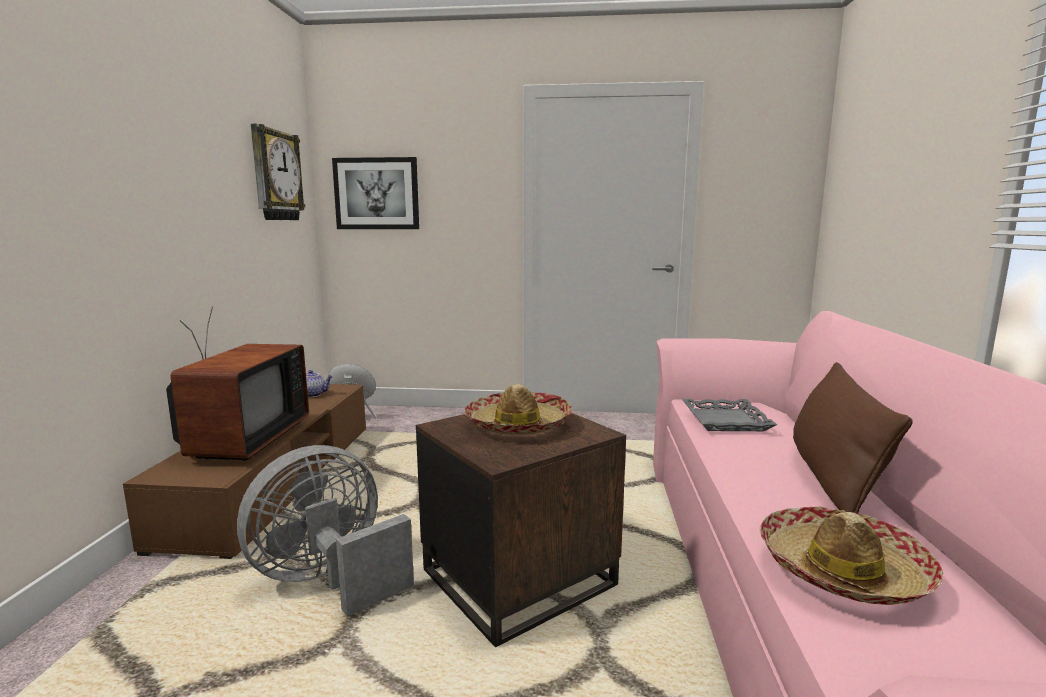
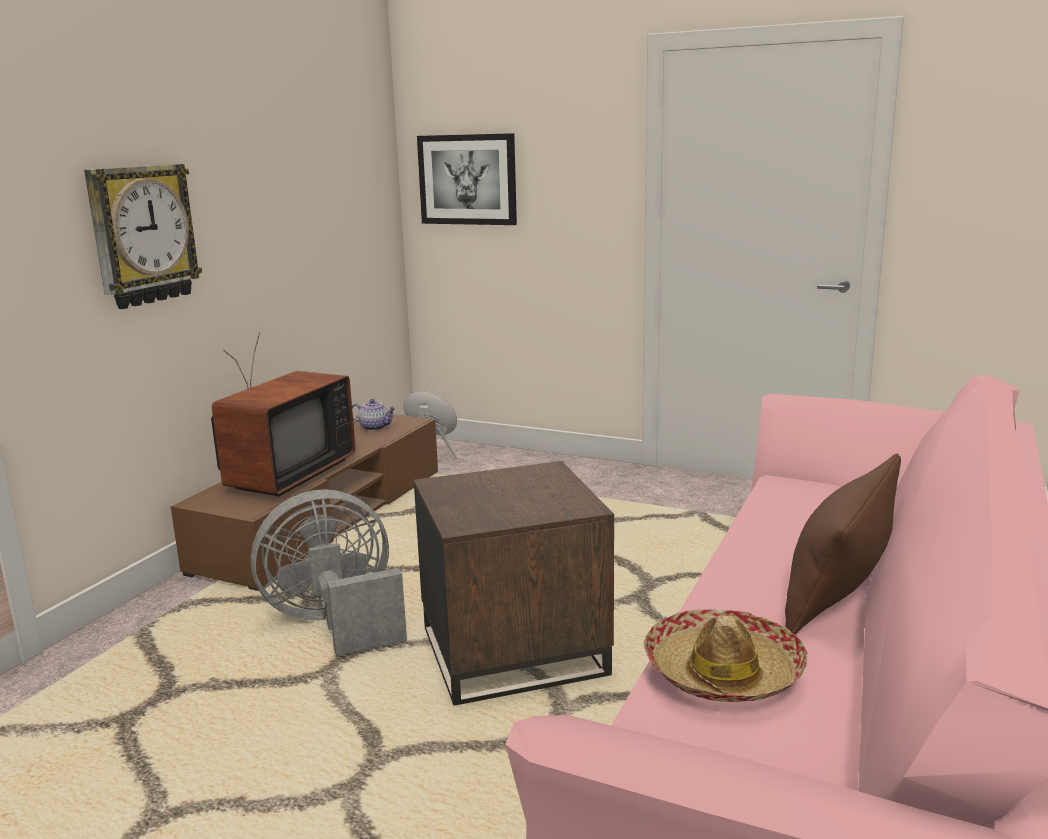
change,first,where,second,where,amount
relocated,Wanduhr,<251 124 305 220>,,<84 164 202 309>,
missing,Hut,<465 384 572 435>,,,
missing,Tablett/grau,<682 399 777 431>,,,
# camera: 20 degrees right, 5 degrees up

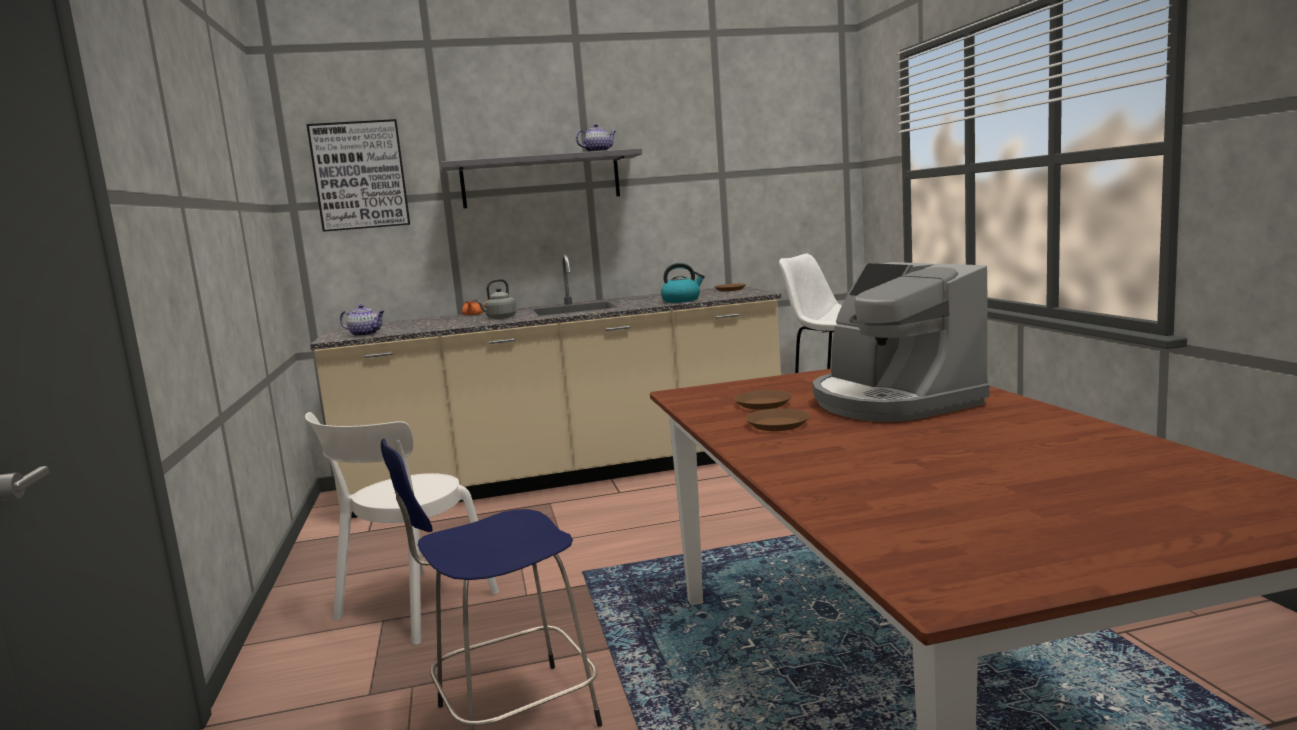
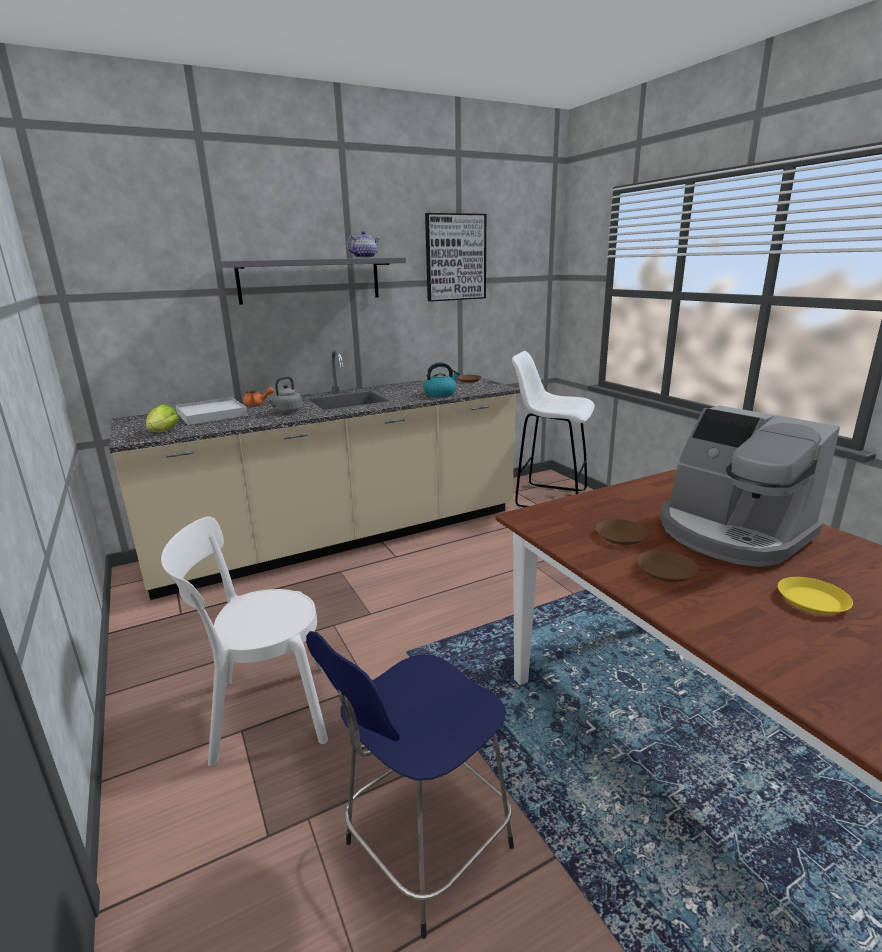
change,first,where,second,where,amount
relocated,Bild,<306 119 410 232>,,<425 213 486 302>,
exchanged,Teekanne,<340 304 385 336>,Salatkopf,<146 404 179 432>,
spun,Stuhl/weiß,<305 412 499 645>,,<161 516 328 766>,60 degrees clockwise
appeared,,,Tablett/weiß,<176 397 248 425>,
appeared,,,Teller/gelb,<778 577 853 615>,
# camera: 15 degrees left, 10 degrees up

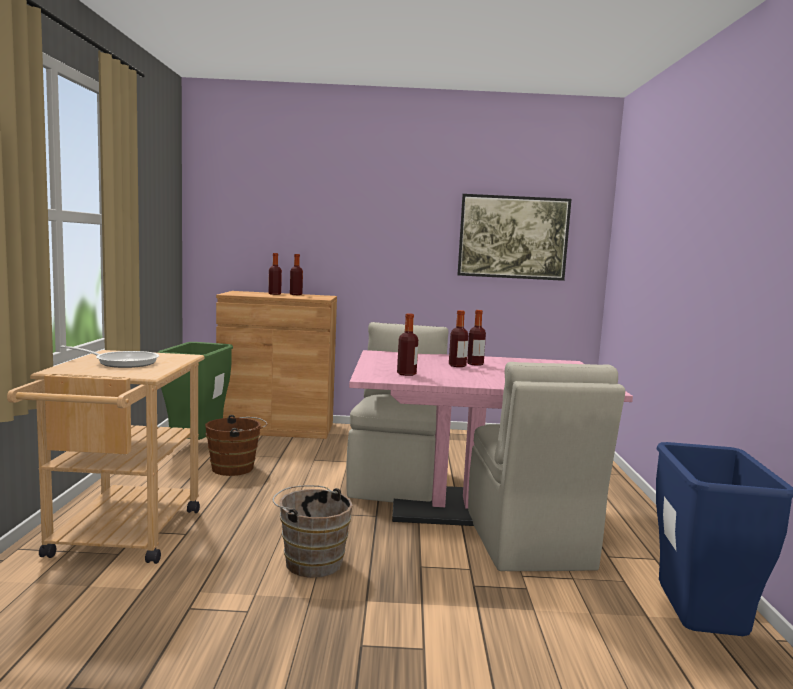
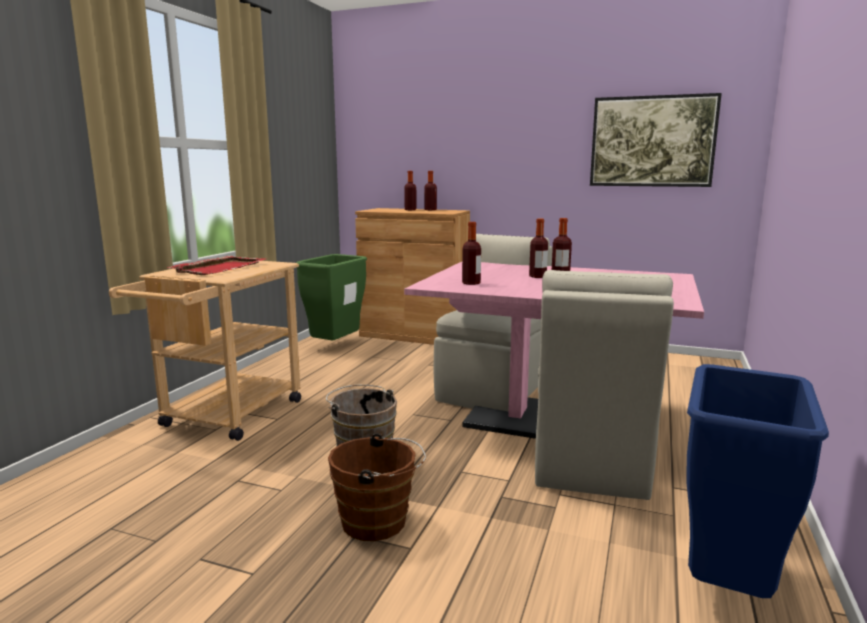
change,first,where,second,where,amount
exchanged,Pfanne,<60 345 159 368>,Tablett/rot,<167 256 265 275>,
relocated,Eimer/braun,<205 415 267 476>,,<328 433 426 541>,
# camera: 20 degrees right, 5 degrees up

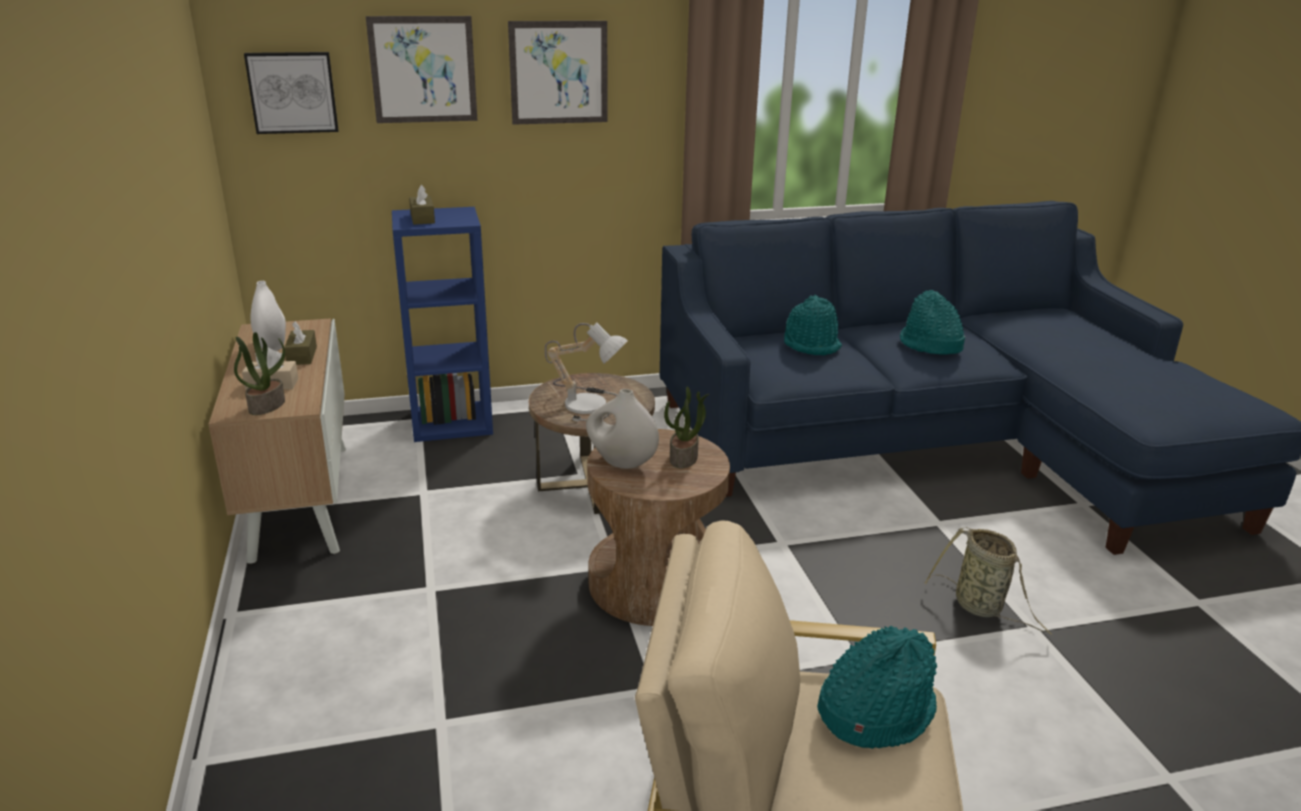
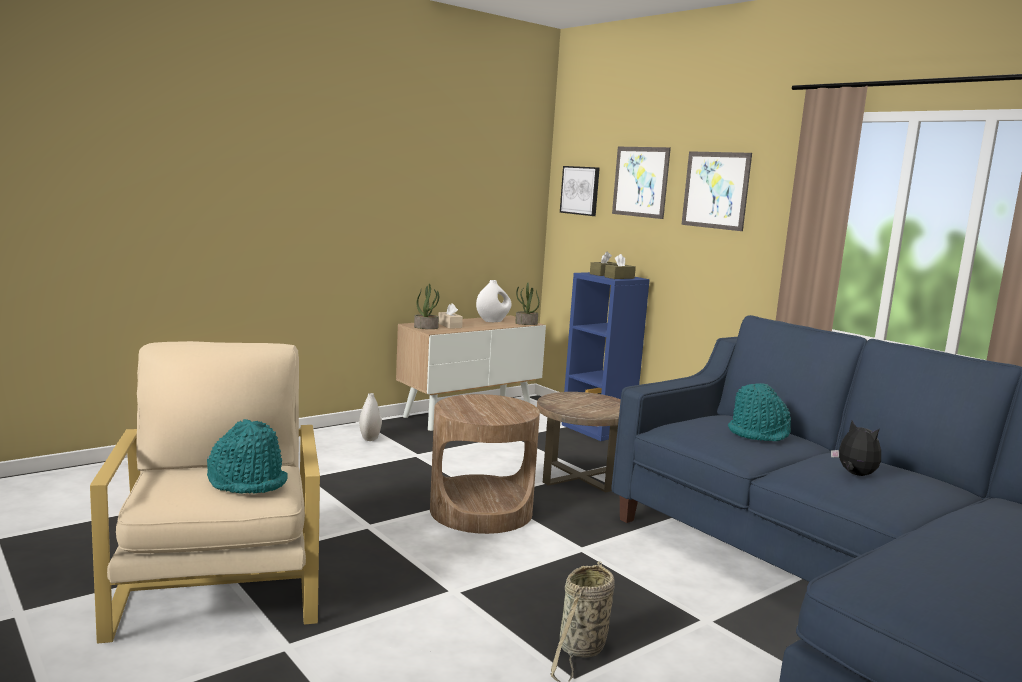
change,first,where,second,where,amount
exchanged,Hut/türkis,<900 290 965 355>,Plüschtier,<831 421 881 476>,
relocated,Taschentuchbox/braun,<284 321 317 365>,,<605 254 636 279>,
missing,Tischlampe,<545 323 628 422>,,,
relocated,Topfpflanze,<664 387 709 469>,,<515 283 540 325>,
relocated,Vase/weiß,<586 389 659 469>,,<359 393 382 441>,
# camera: 65 degrees right, 15 degrees down

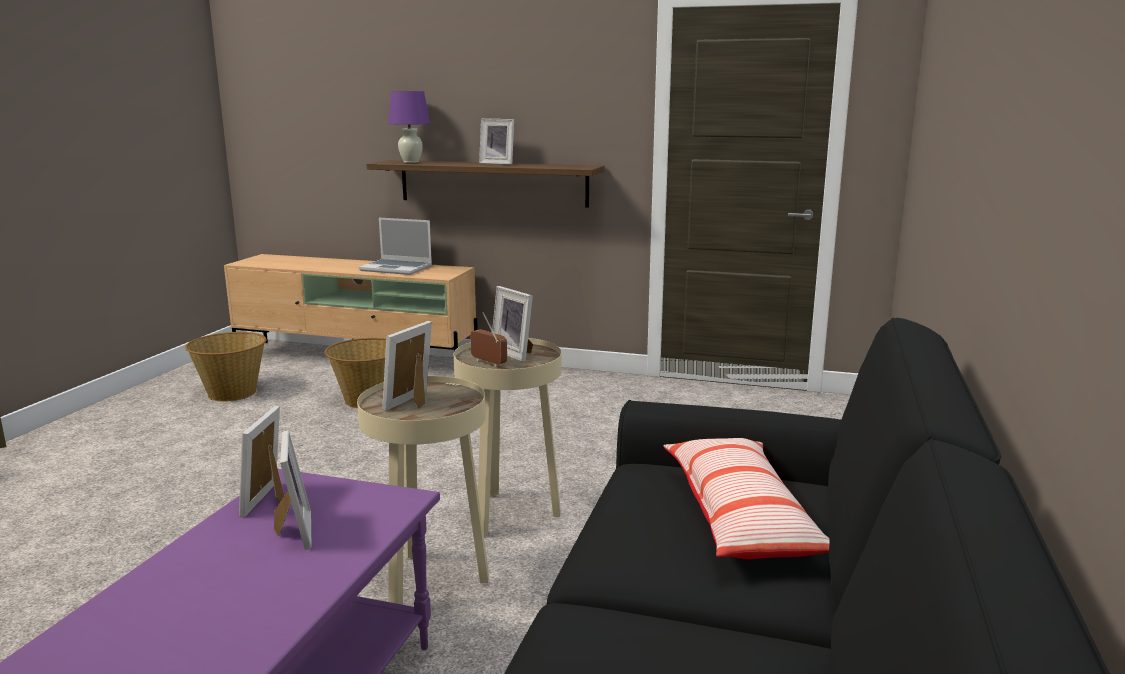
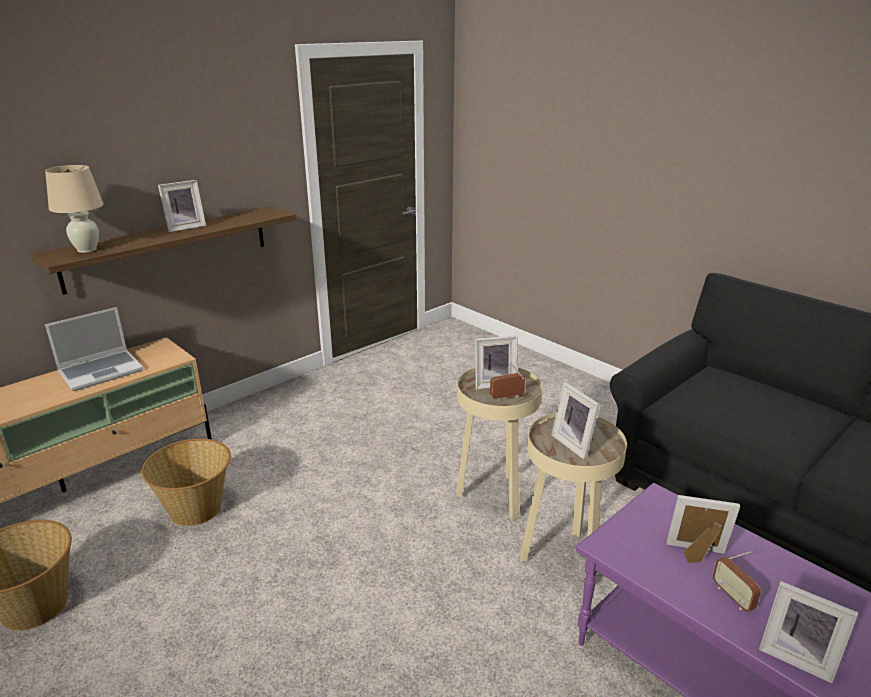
change,first,where,second,where,amount
colour,Tischlampe/lila,<388 91 430 163>,Tischlampe/beige,<45 165 104 253>,
relocated,Bilderrahmen,<239 406 284 517>,,<759 581 858 684>,
missing,Kissen,<663 438 830 559>,,,
appeared,,,Radio,<713 551 761 612>,
# camera: 60 degrees left, 10 degrees up

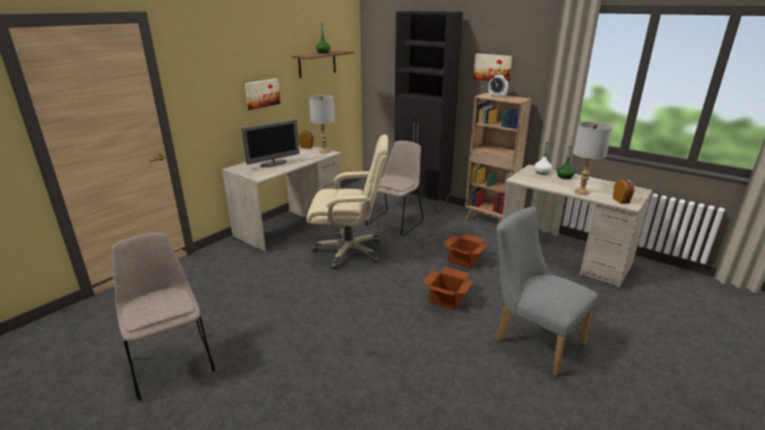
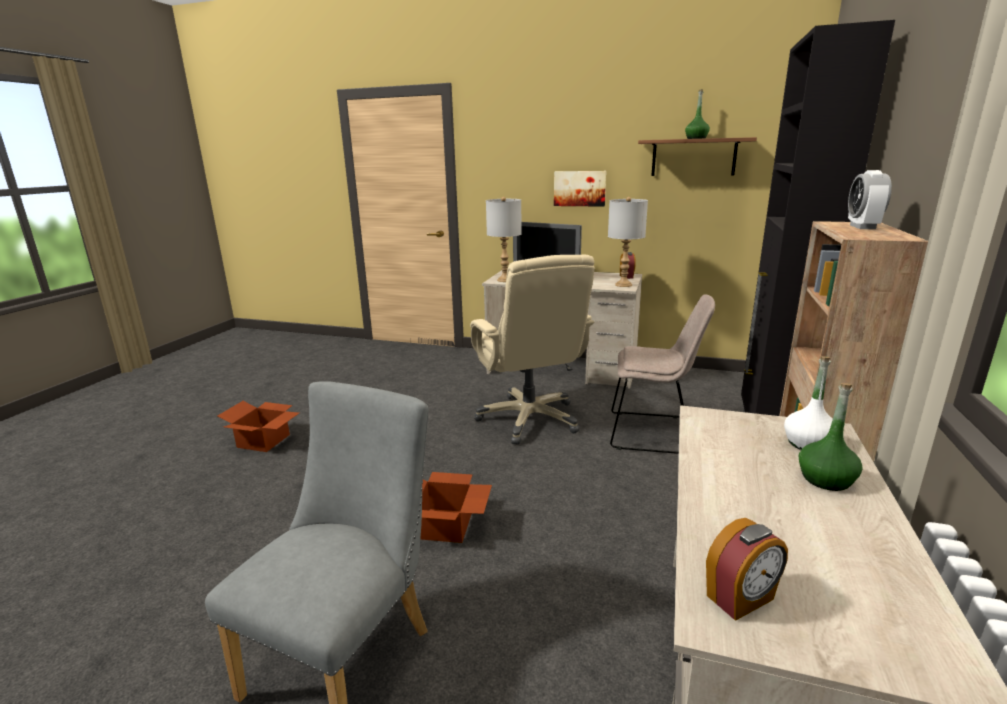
change,first,where,second,where,amount
missing,Bild,<473 53 512 83>,,,
relocated,Tischlampe/grau,<573 121 613 195>,,<486 197 522 282>,
missing,Stuhl/beige,<112 233 215 401>,,,
relocated,Karton,<443 233 488 269>,,<218 401 299 452>,
# camera: 70 degrees right, 5 degrees down

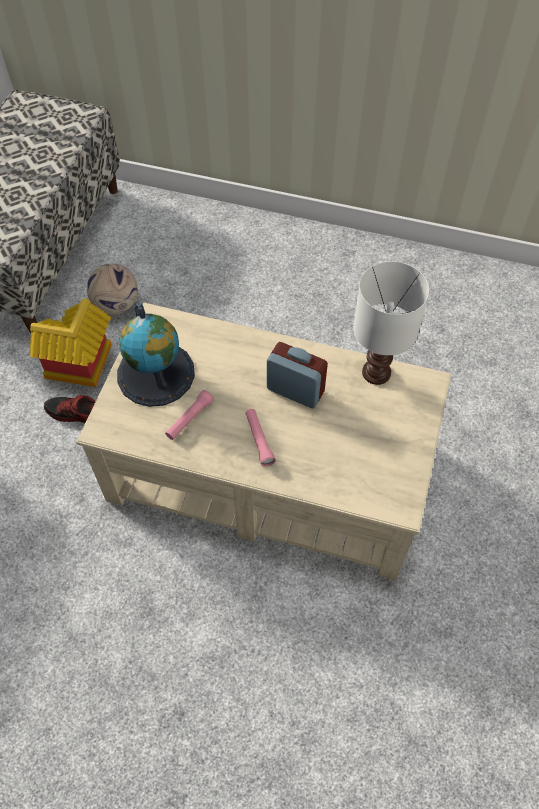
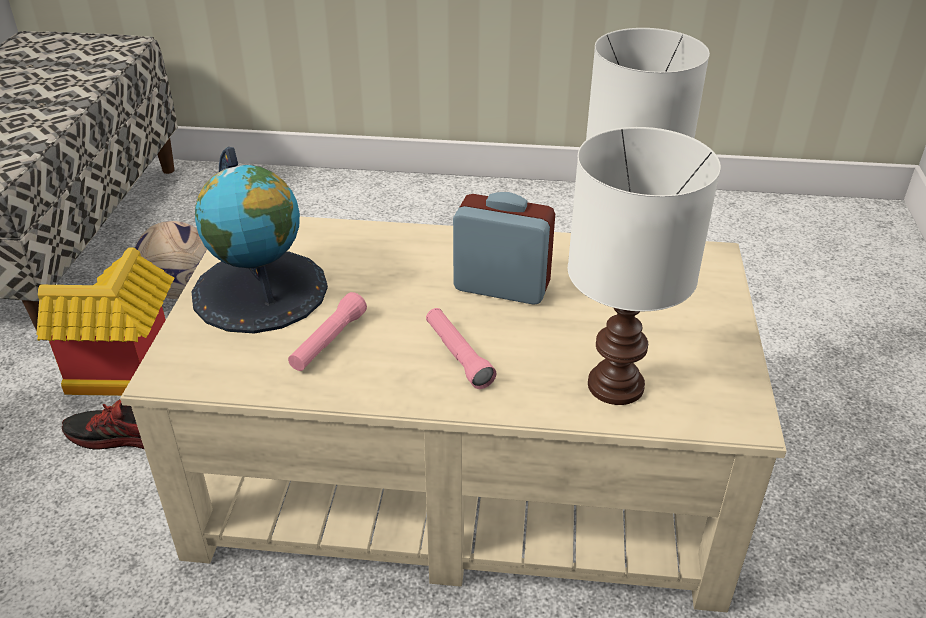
change,first,where,second,where,amount
appeared,,,Tischlampe/weiß,<568 127 721 405>,
# camera: 10 degrees left, 20 degrees down

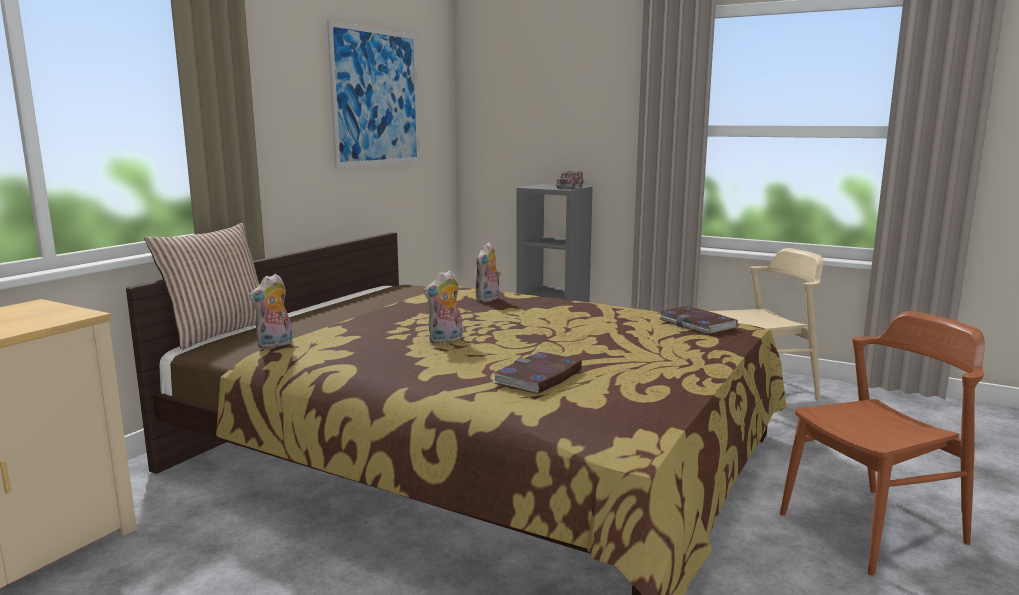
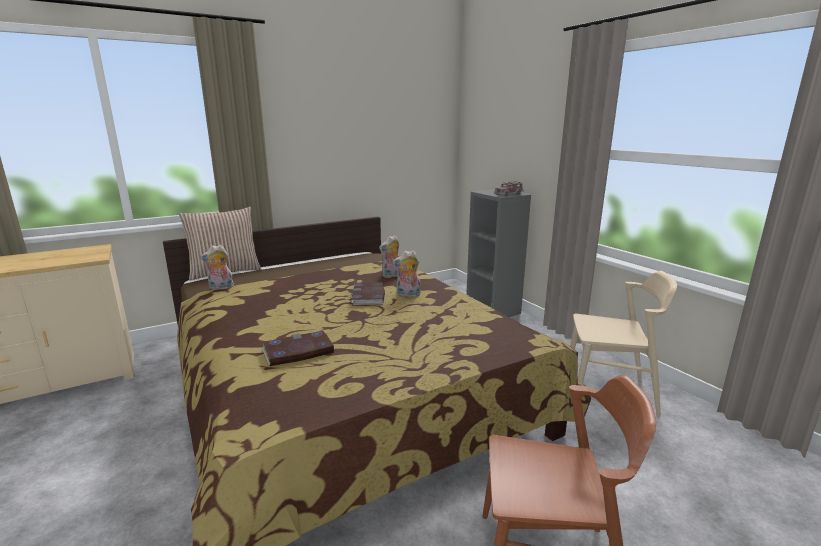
change,first,where,second,where,amount
missing,Bild,<327 20 420 168>,,,
relocated,Plüschtier,<424 270 463 344>,,<392 250 421 297>,
relocated,Buch,<658 306 737 335>,,<351 282 385 306>,
# camera: 30 degrees right, 5 degrees up

